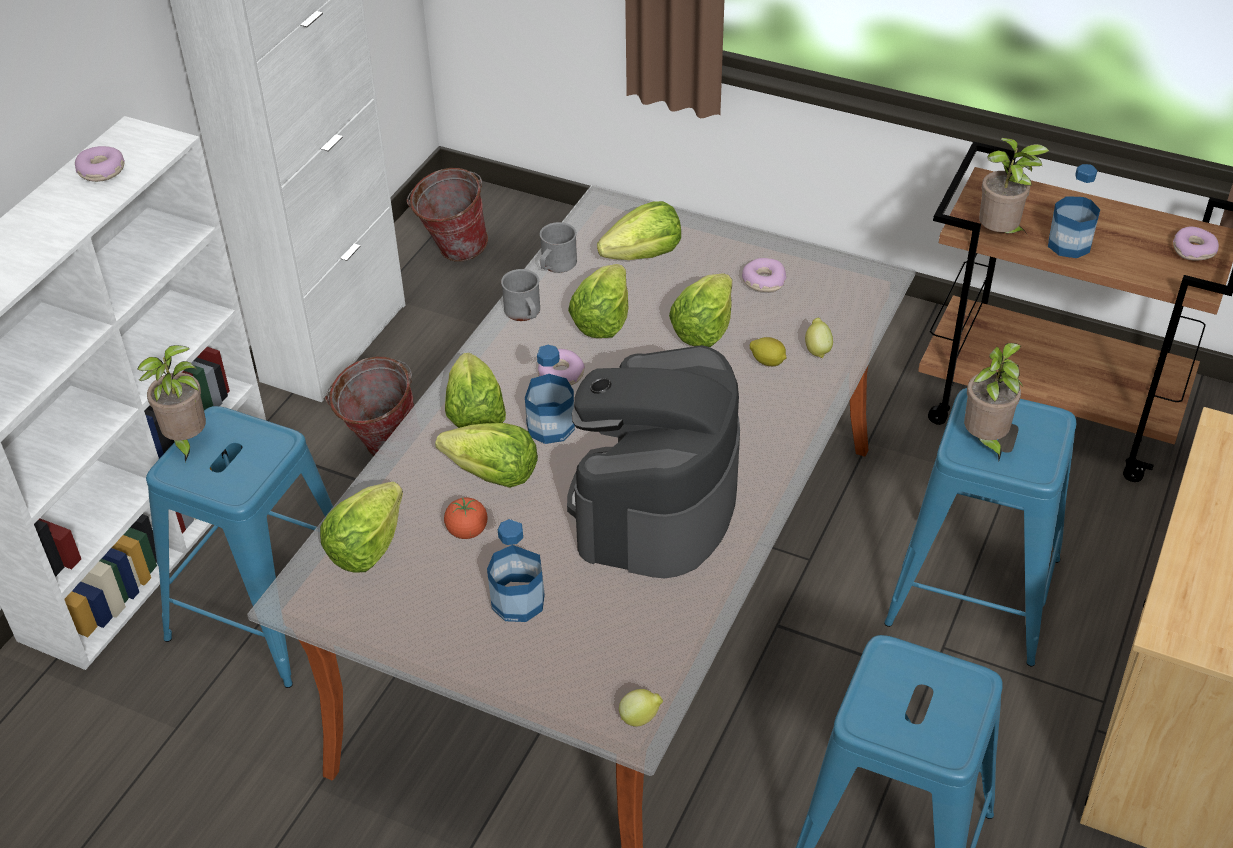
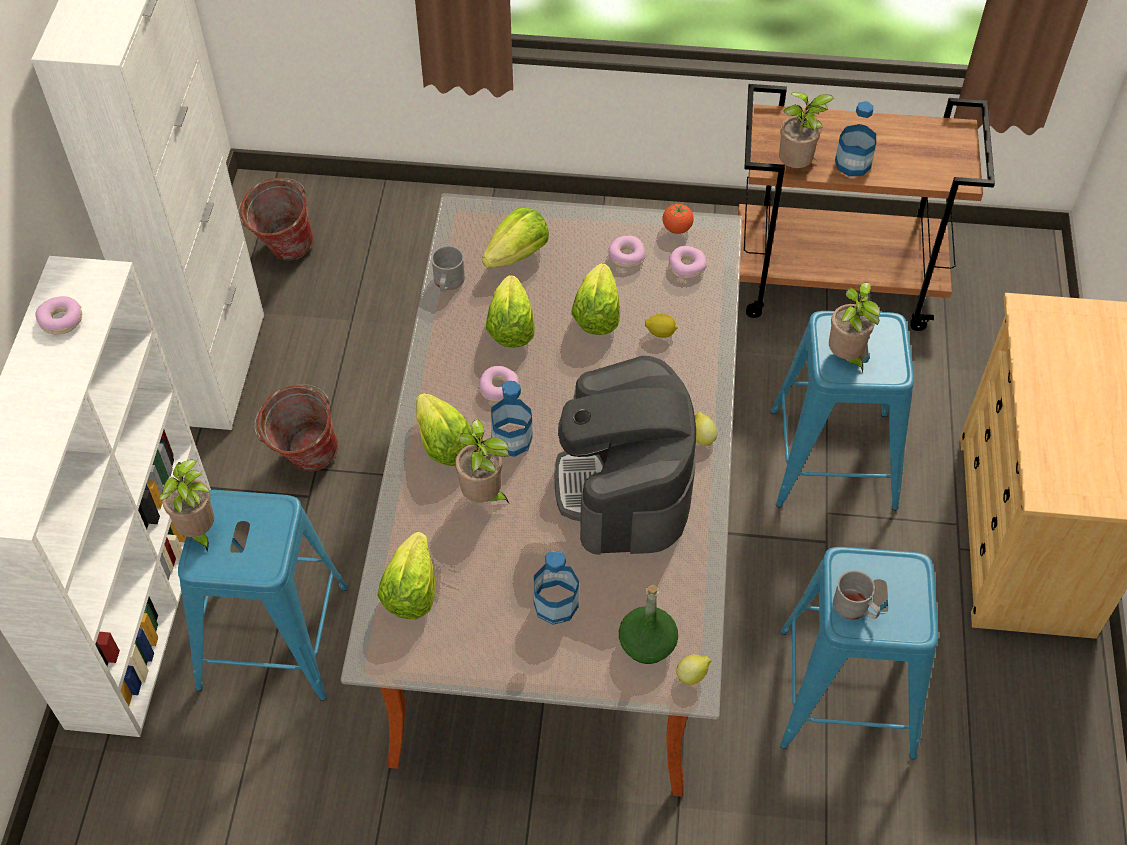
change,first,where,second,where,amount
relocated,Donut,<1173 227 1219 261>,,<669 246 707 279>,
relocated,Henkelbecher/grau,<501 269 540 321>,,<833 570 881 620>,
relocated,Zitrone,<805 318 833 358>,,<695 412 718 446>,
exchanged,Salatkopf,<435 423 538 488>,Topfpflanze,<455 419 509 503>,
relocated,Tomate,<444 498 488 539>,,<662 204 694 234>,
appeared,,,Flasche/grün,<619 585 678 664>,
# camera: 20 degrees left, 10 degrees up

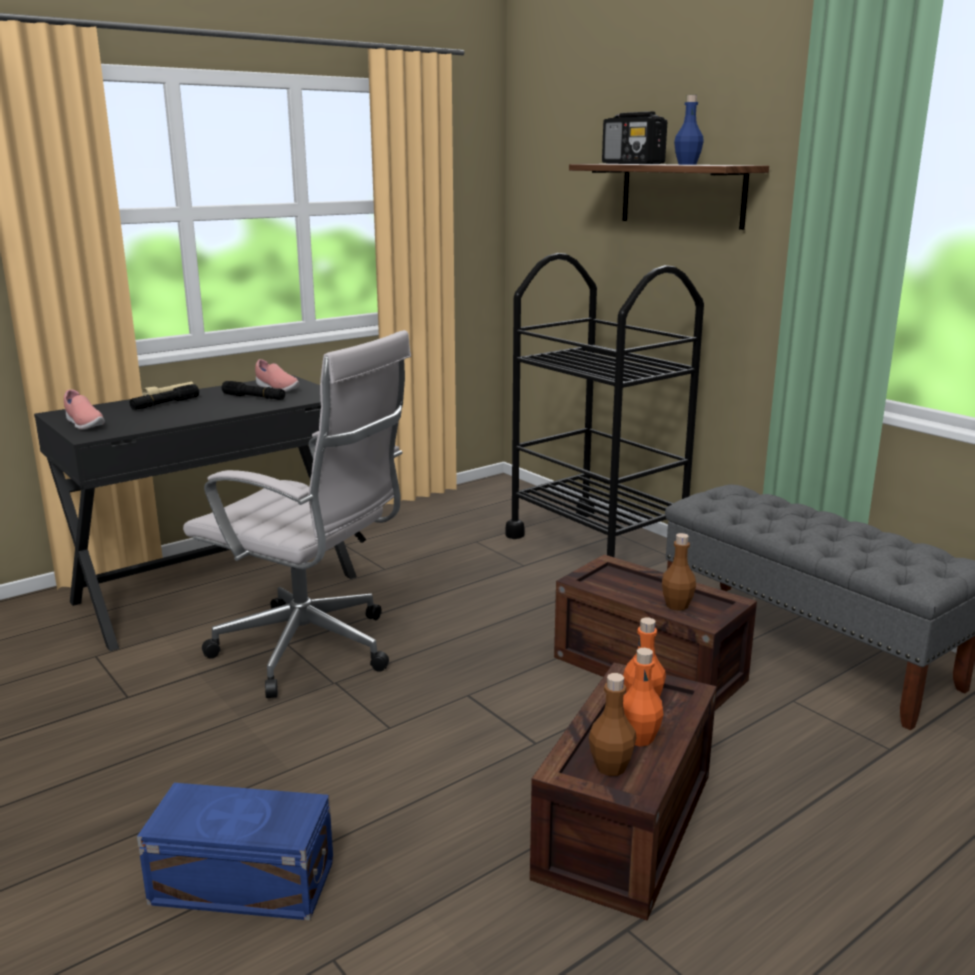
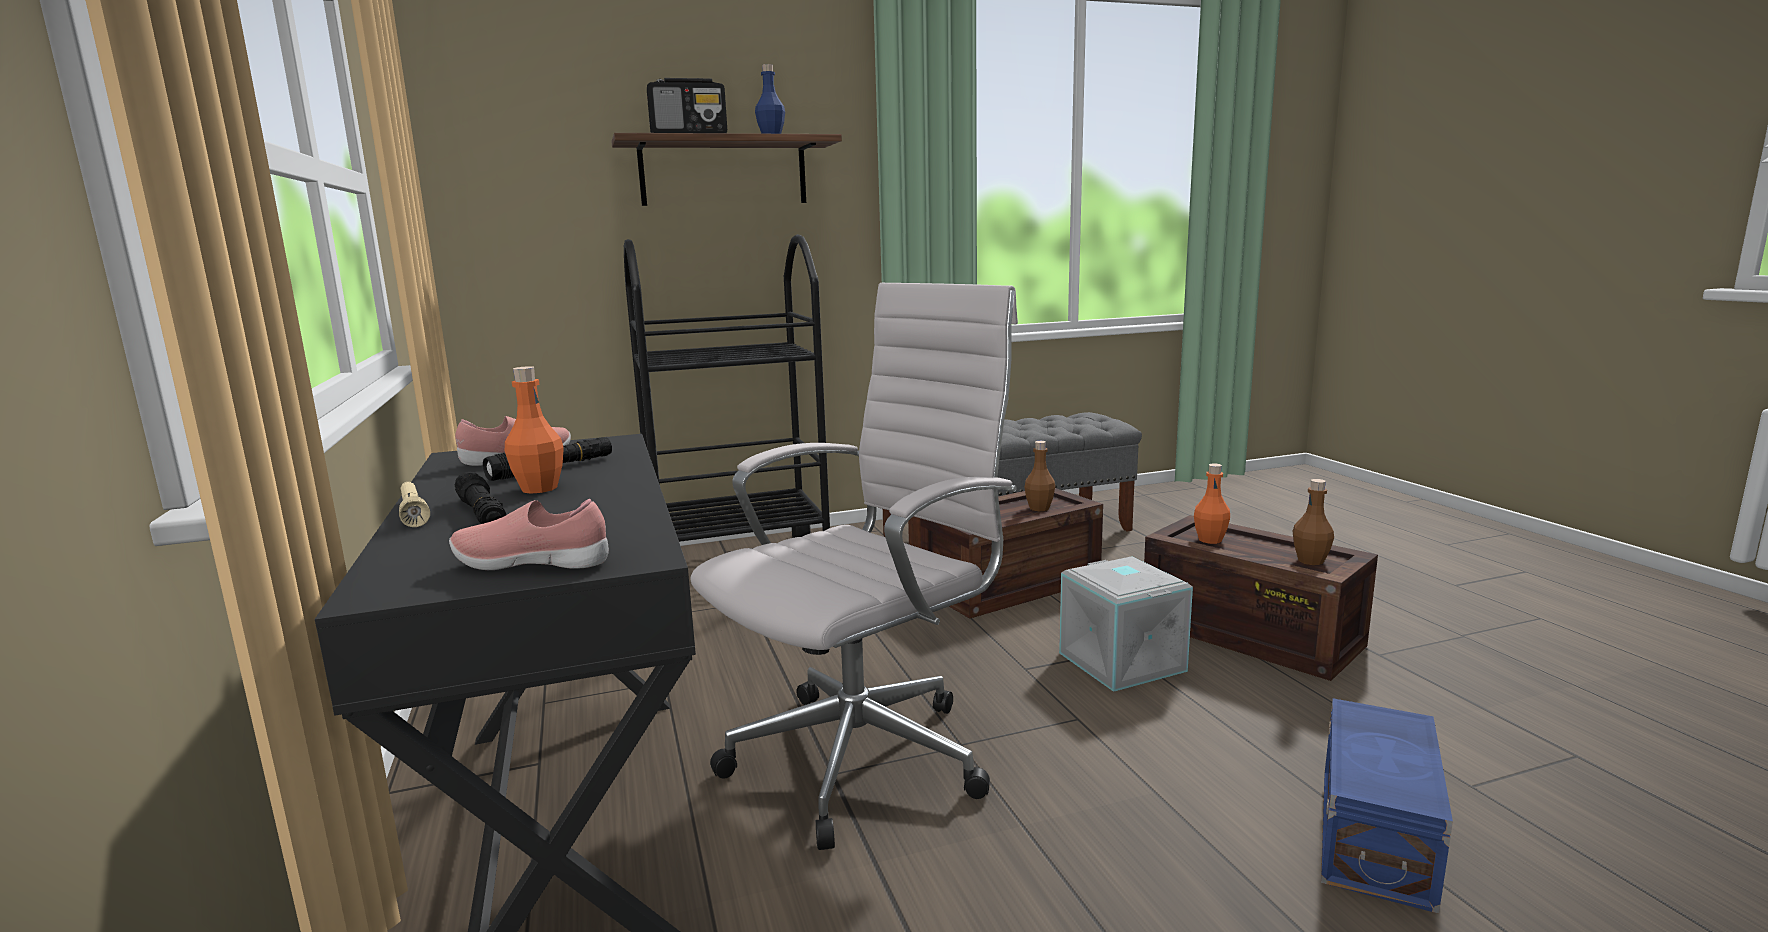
change,first,where,second,where,amount
spun,Schuh/rosa,<64 389 105 430>,,<449 499 609 570>,150 degrees counterclockwise
relocated,Flasche/orange,<623 648 663 746>,,<505 366 564 494>,
appeared,,,Aufbewahrungsbox/grau,<1059 556 1193 692>,
# camera: 70 degrees left, 5 degrees down

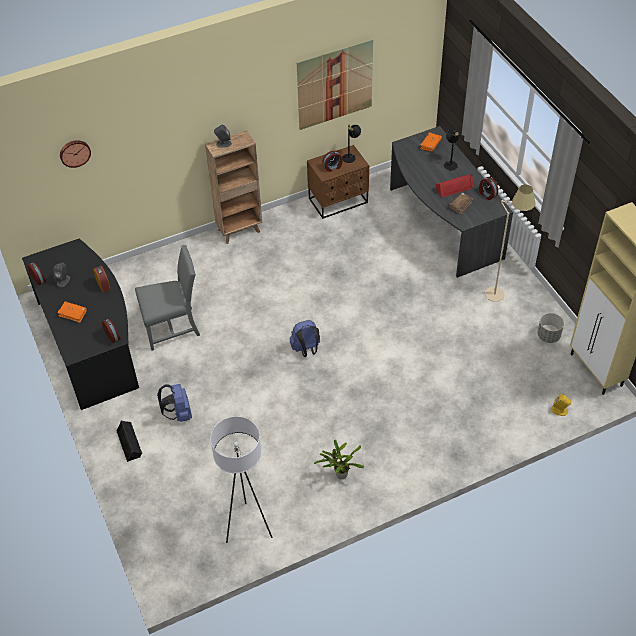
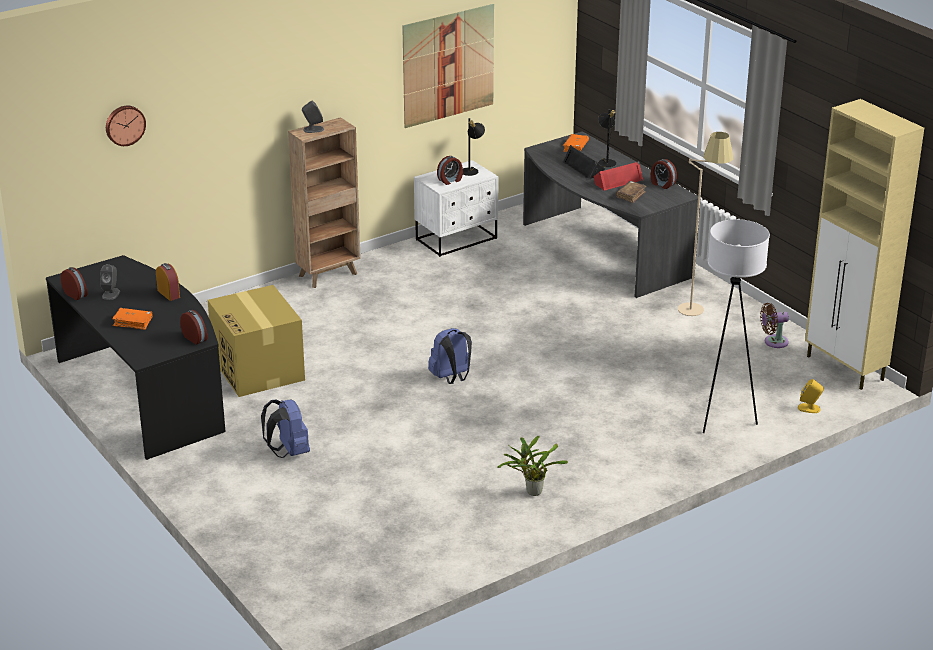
change,first,where,second,where,amount
colour,Nachttisch/braun,<307 145 369 219>,Nachttisch/weiß,<414 160 499 257>,
exchanged,Stuhl/grau,<135 245 200 351>,Karton,<208 285 305 397>,
exchanged,Pflanzkübel/grau,<537 313 564 343>,Ventilator/braun,<760 303 789 348>,
relocated,Stehlampe/weiß,<210 416 272 543>,,<703 219 770 433>,
relocated,Lautsprecher/schwarz,<117 420 142 462>,,<563 145 605 179>,
# camera: 10 degrees left, 20 degrees down

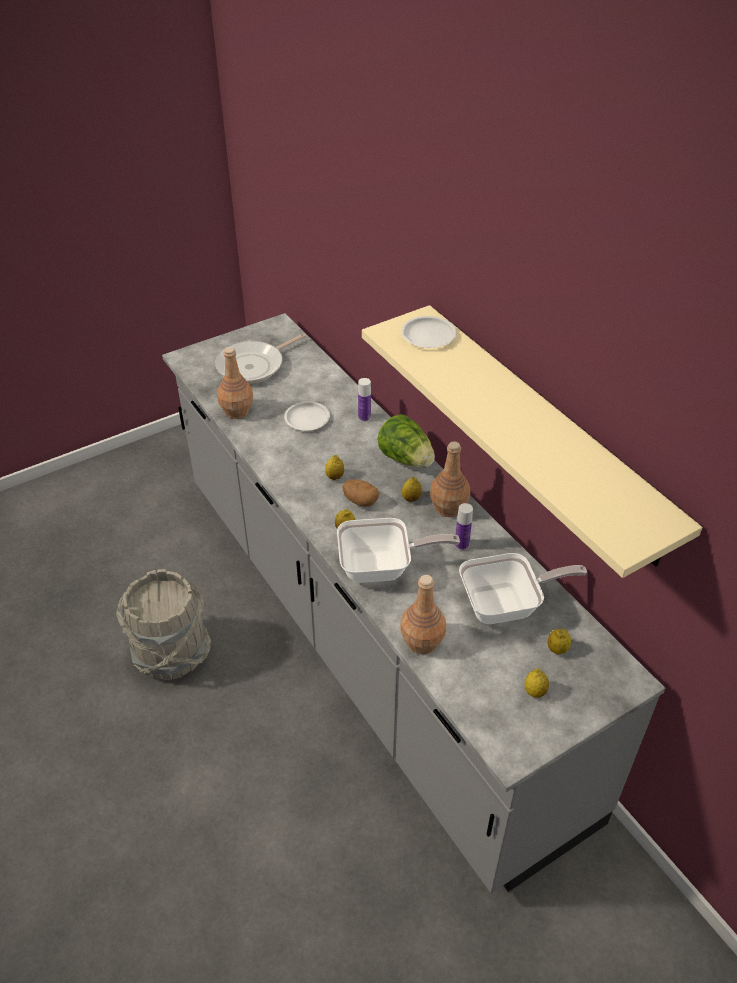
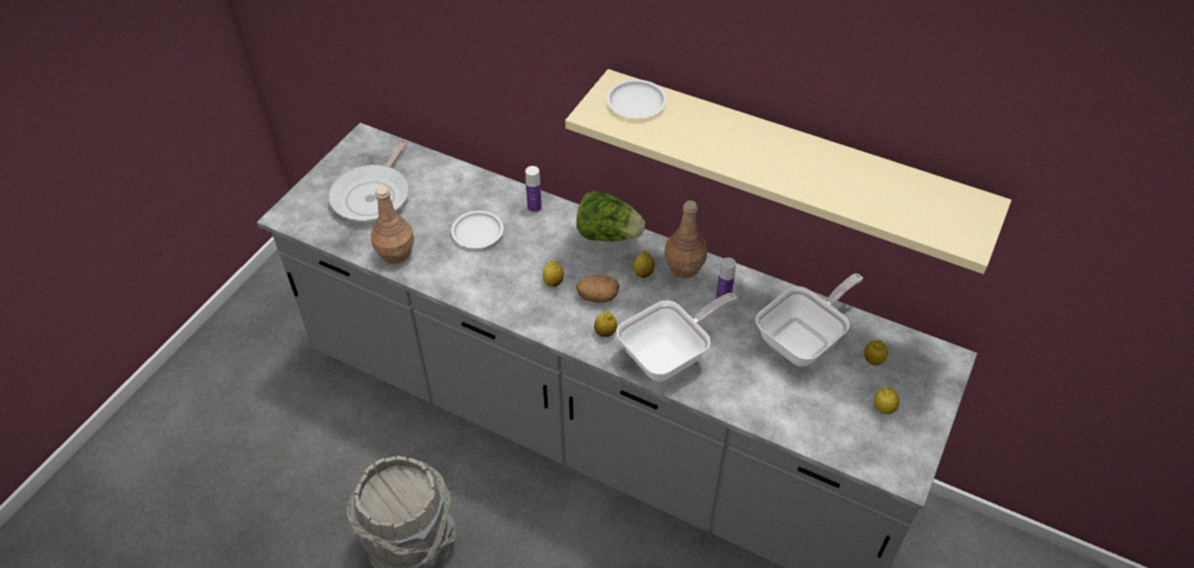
change,first,where,second,where,amount
missing,Flasche/braun,<400 575 446 654>,,,
# camera: 30 degrees left, 5 degrees up

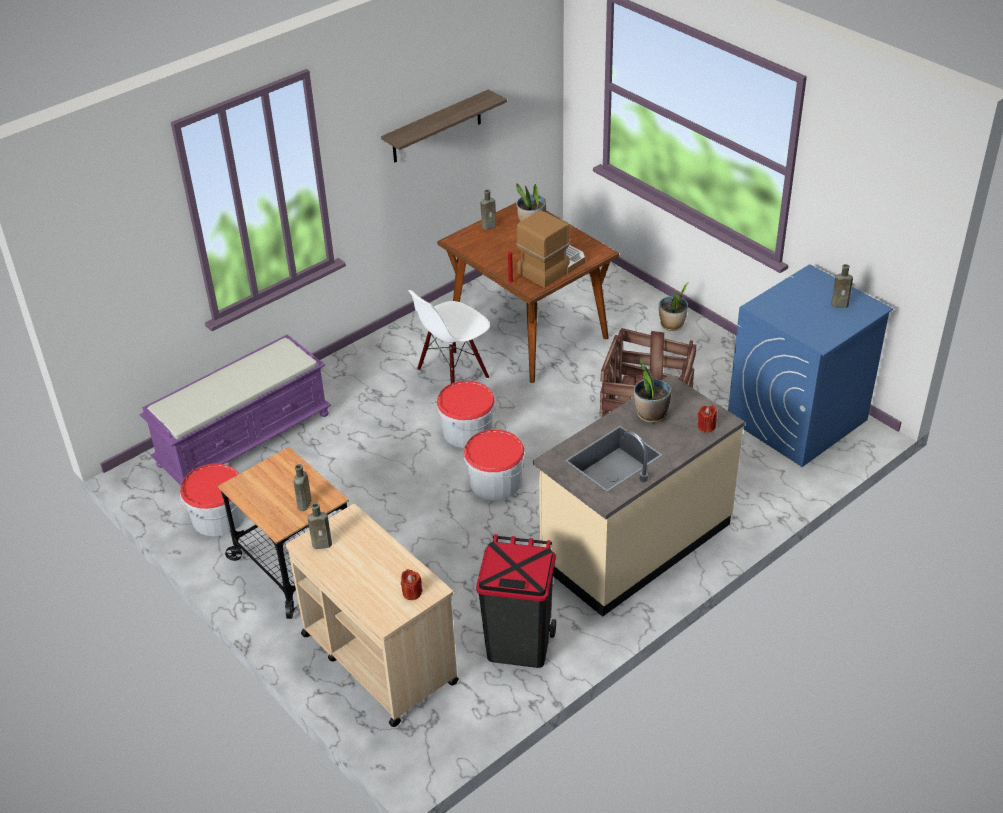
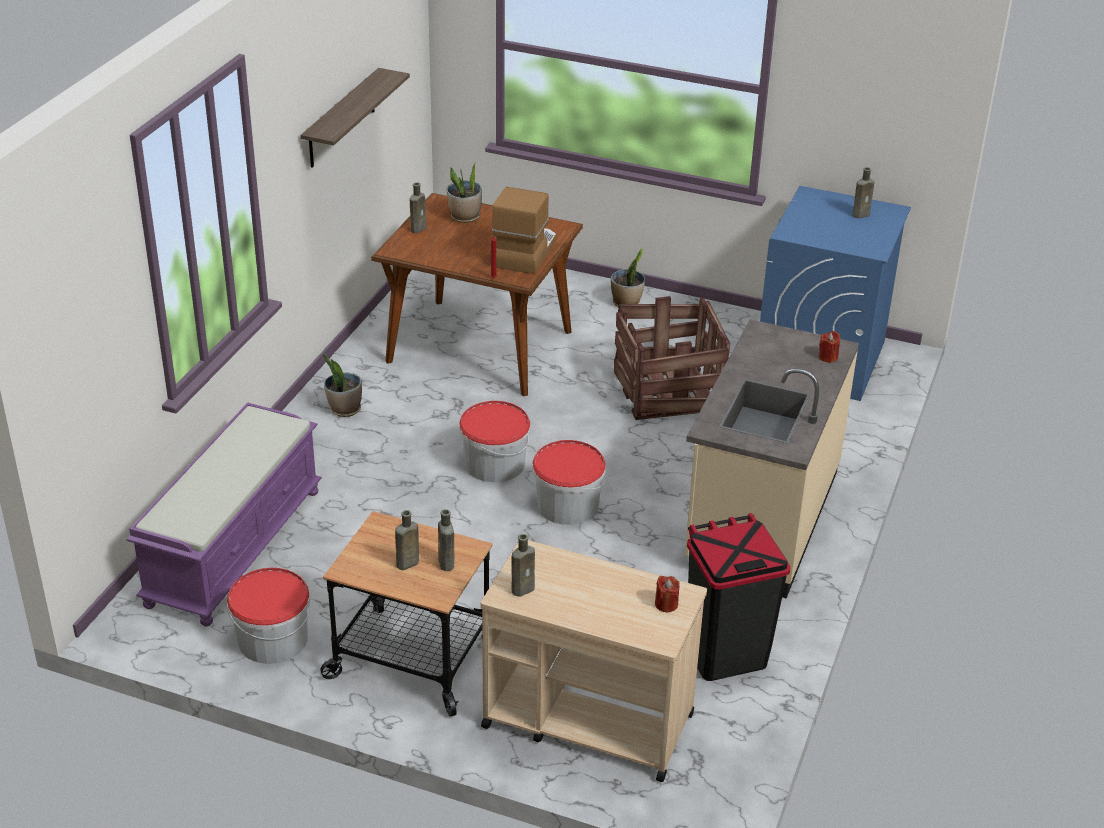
change,first,where,second,where,amount
missing,Stuhl/weiß,<408 290 490 384>,,,
relocated,Topfpflanze,<634 358 671 423>,,<323 353 362 417>,
appeared,,,Flasche/braun,<395 510 419 570>,
# camera: 30 degrees left, 5 degrees down

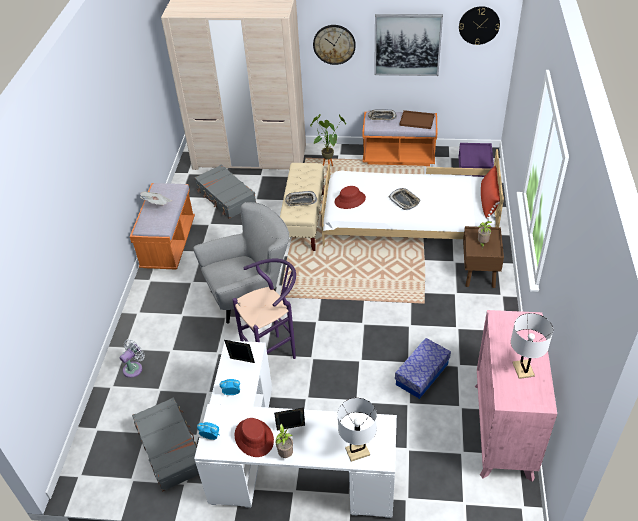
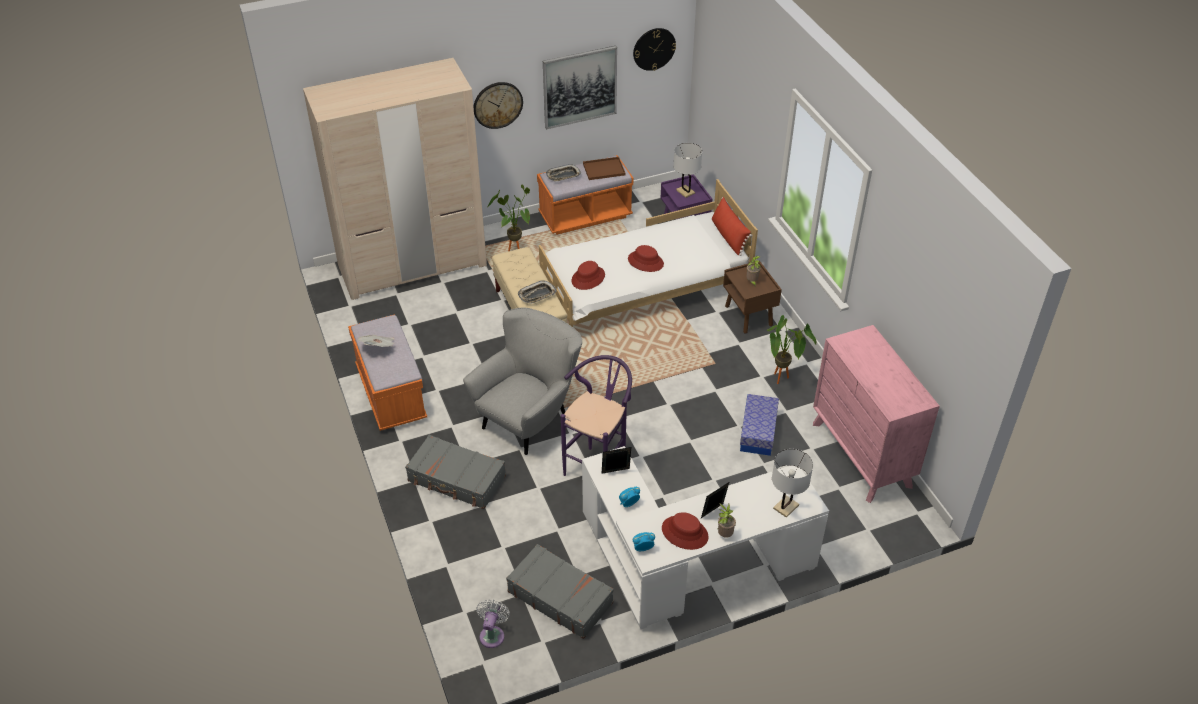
change,first,where,second,where,amount
relocated,Koffer/grau,<194 164 256 219>,,<405 435 506 509>,
exchanged,Tablett,<389 188 421 210>,Hut/rot,<628 245 664 272>,
relocated,Tischlampe/weiß,<511 313 553 379>,,<674 143 702 198>,
relocated,Ventilator/weiß,<120 339 145 378>,,<477 599 510 648>,
appeared,,,Topfpflanze,<767 315 816 384>,
# camera: 30 degrees left, 0 degrees up

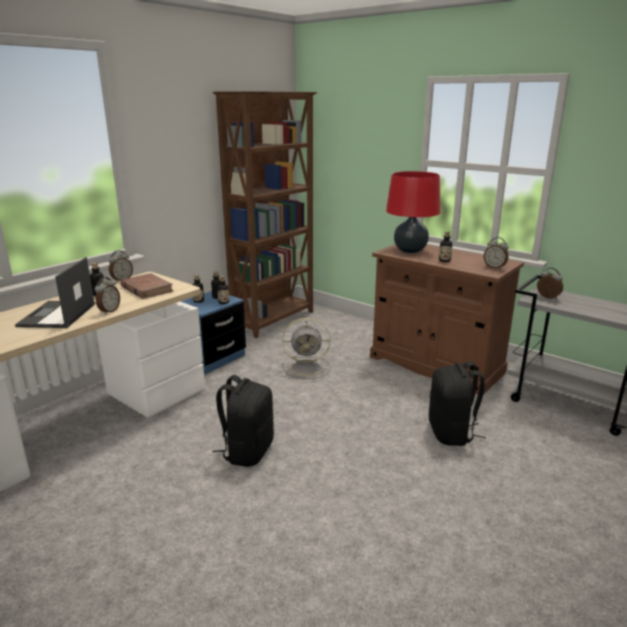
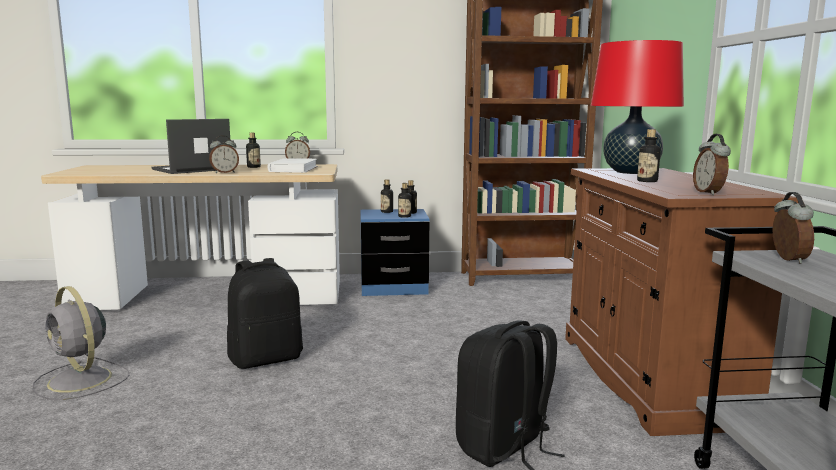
change,first,where,second,where,amount
colour,Buch/braun,<120 273 174 299>,Buch/weiß,<267 158 318 173>,
relocated,Ventilator/grau,<282 318 331 379>,,<33 286 130 400>,
# camera: 45 degrees right, 10 degrees down

